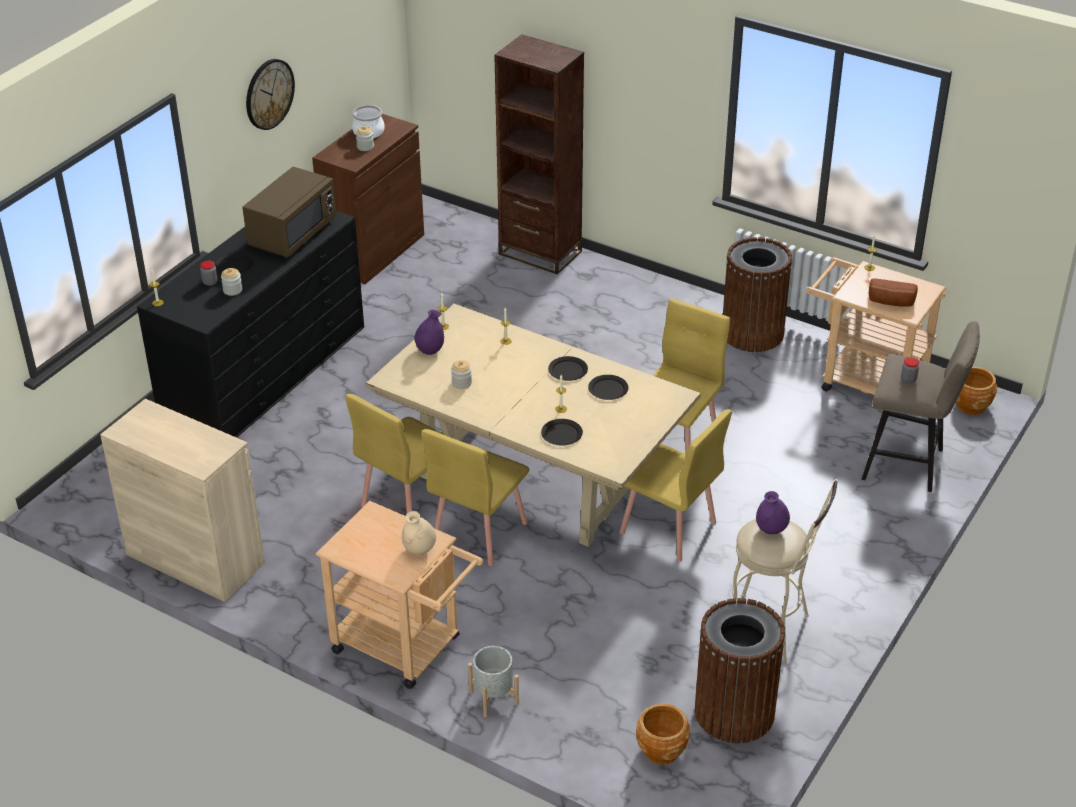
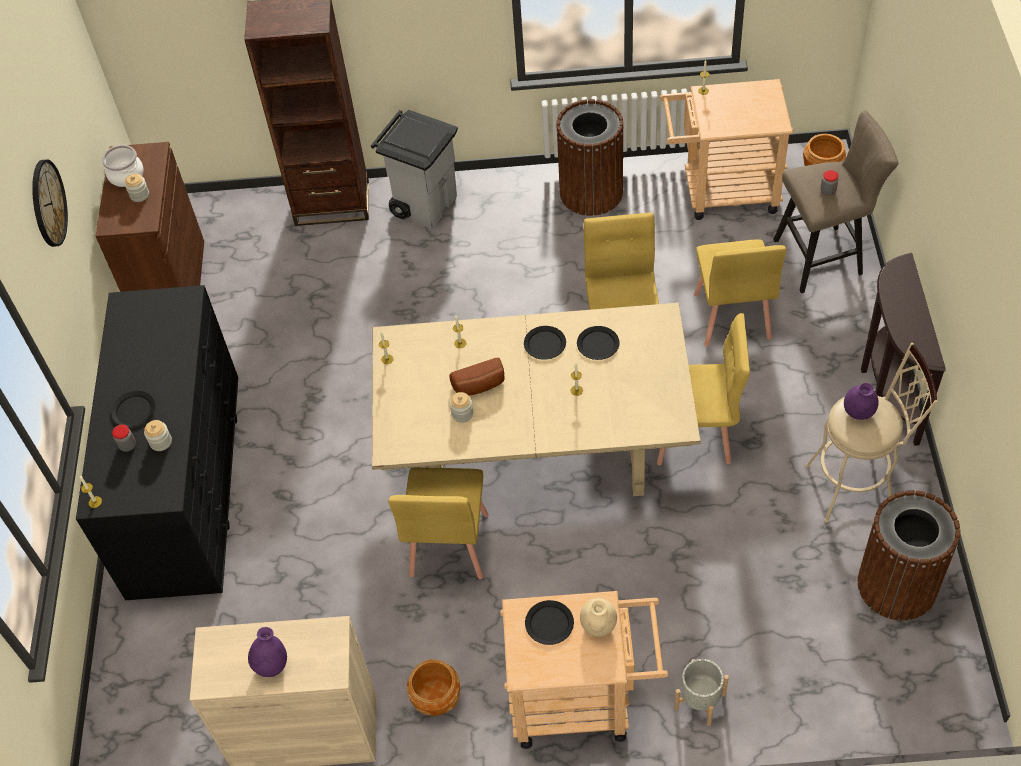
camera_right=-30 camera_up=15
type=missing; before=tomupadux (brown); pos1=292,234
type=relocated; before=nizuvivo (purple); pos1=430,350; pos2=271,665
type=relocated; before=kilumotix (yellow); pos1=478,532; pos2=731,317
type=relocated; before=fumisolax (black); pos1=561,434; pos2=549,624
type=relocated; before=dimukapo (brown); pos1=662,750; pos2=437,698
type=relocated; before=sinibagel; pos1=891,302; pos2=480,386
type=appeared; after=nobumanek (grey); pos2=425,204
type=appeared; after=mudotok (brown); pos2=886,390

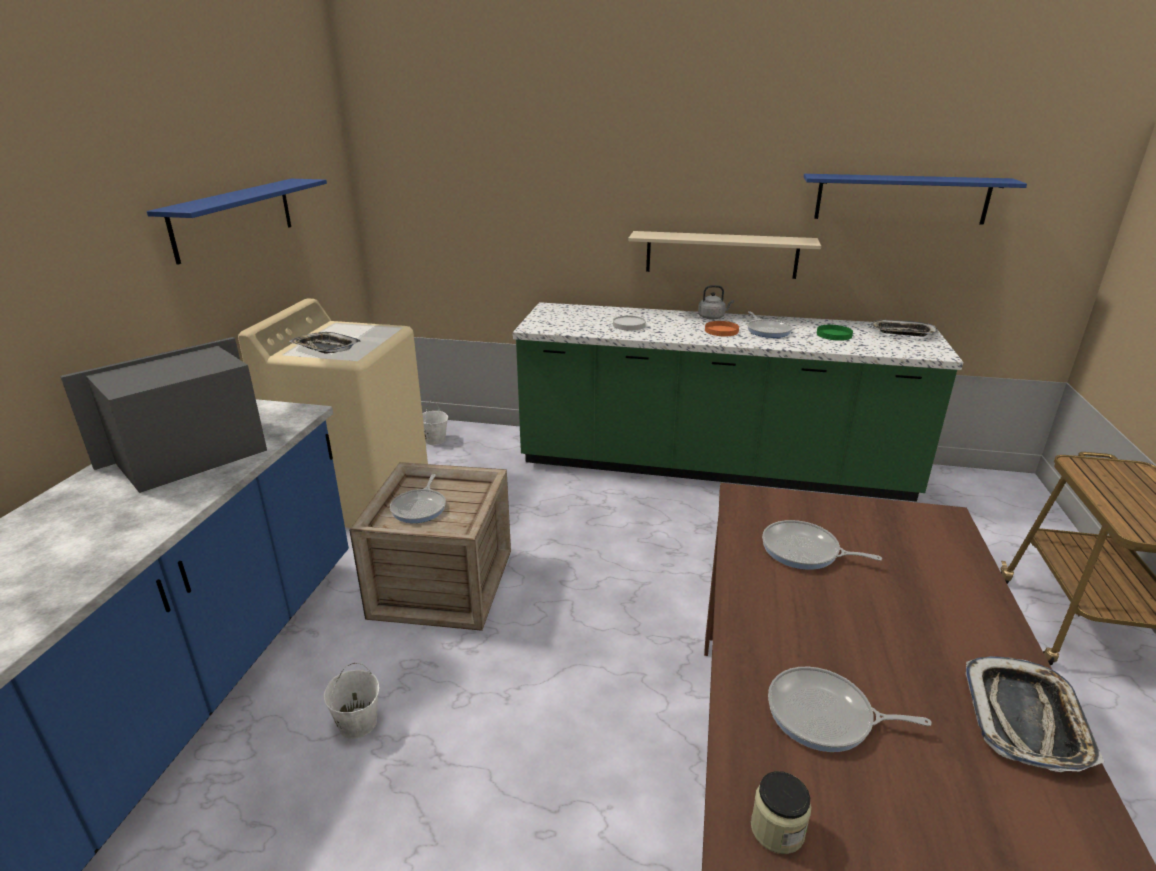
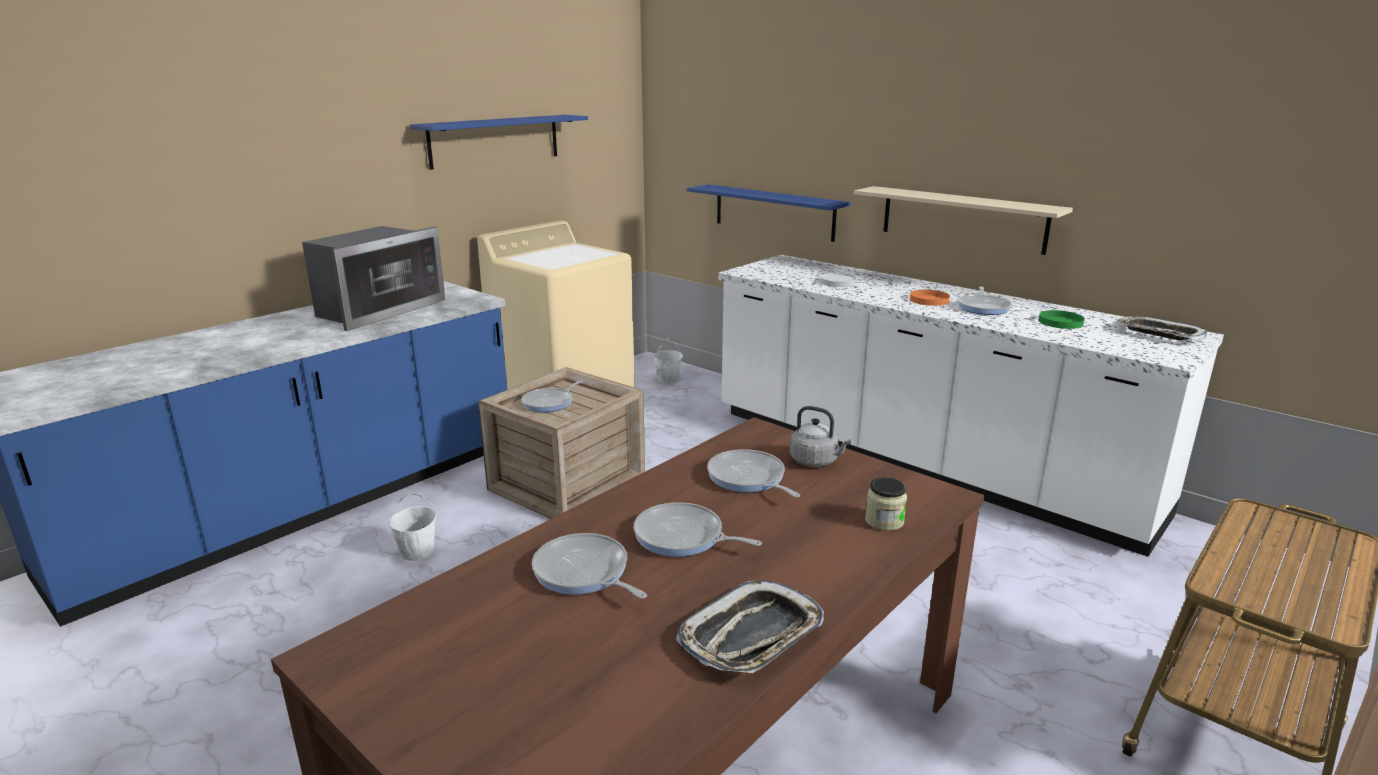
camera_right=30 camera_up=-5
type=spun; before=tomupadux; pos1=191,455; pos2=377,309; turn=135
type=missing; before=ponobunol; pos1=325,348
type=colour; before=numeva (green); after=numeva (white); pos1=712,467; pos2=920,462
type=relocated; before=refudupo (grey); pos1=712,317; pos2=816,461
type=relocated; before=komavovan; pos1=777,829; pos2=884,521
type=relocated; before=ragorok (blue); pos1=901,198; pos2=773,212
type=appeared; after=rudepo; pos2=683,537

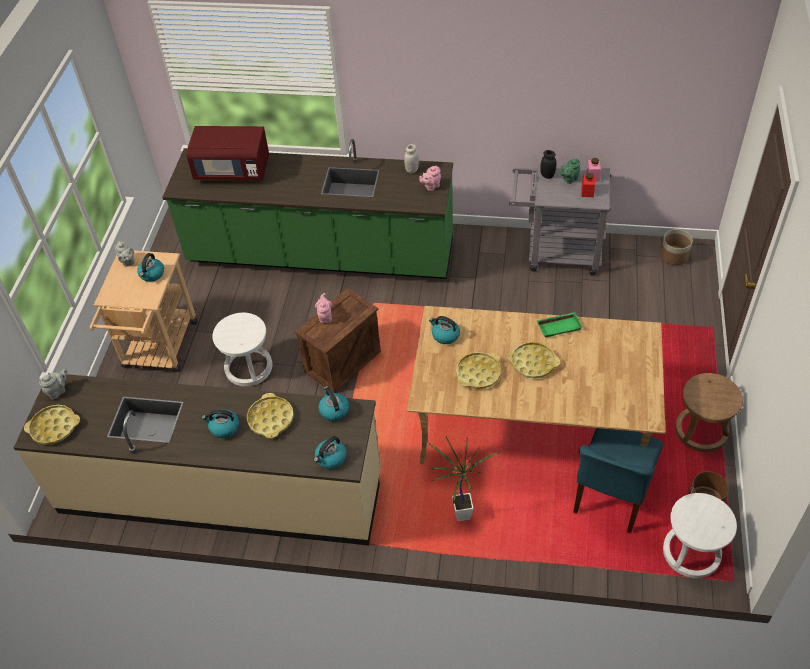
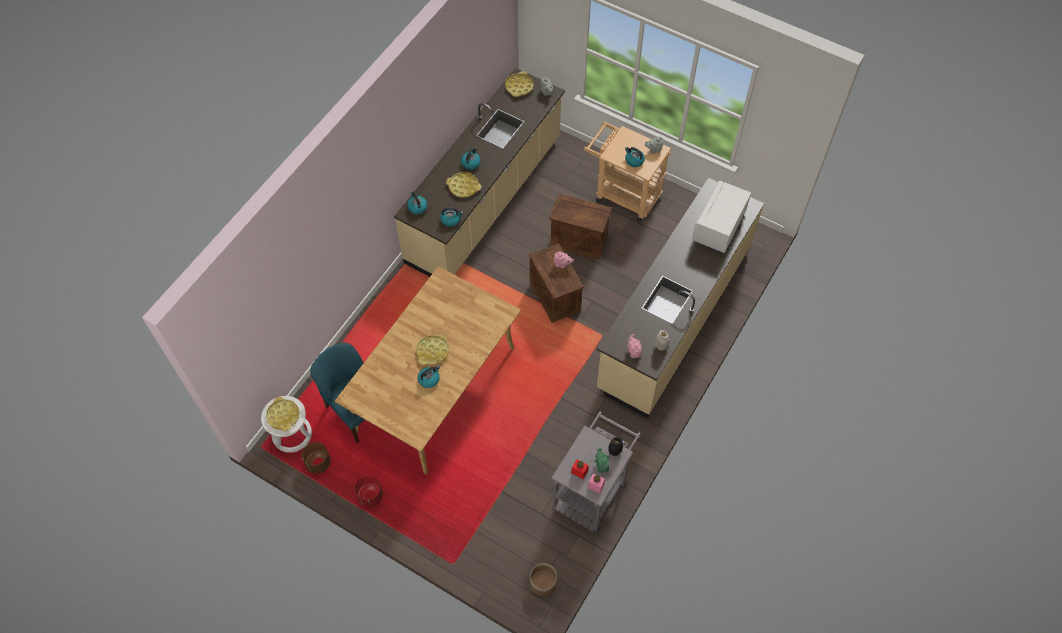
camera_right=110 camera_up=10
type=colour; before=numeva (green); after=numeva (beige); pos1=320,254; pos2=673,318
type=colour; before=tomupadux (red); after=tomupadux (white); pos1=233,170; pos2=719,227
type=exchanged; before=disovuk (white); after=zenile; pos1=248,367; pos2=579,240
type=missing; before=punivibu; pos1=461,518
type=relocated; before=refudupo; pos1=445,335; pos2=429,379
type=relocated; before=ponobunol (yellow); pos1=478,373; pos2=283,415
type=missing; before=ponobunol (green); pos1=559,326
type=exchanged; before=disovuk (brown); after=dimukapo (red); pos1=701,431; pos2=370,496

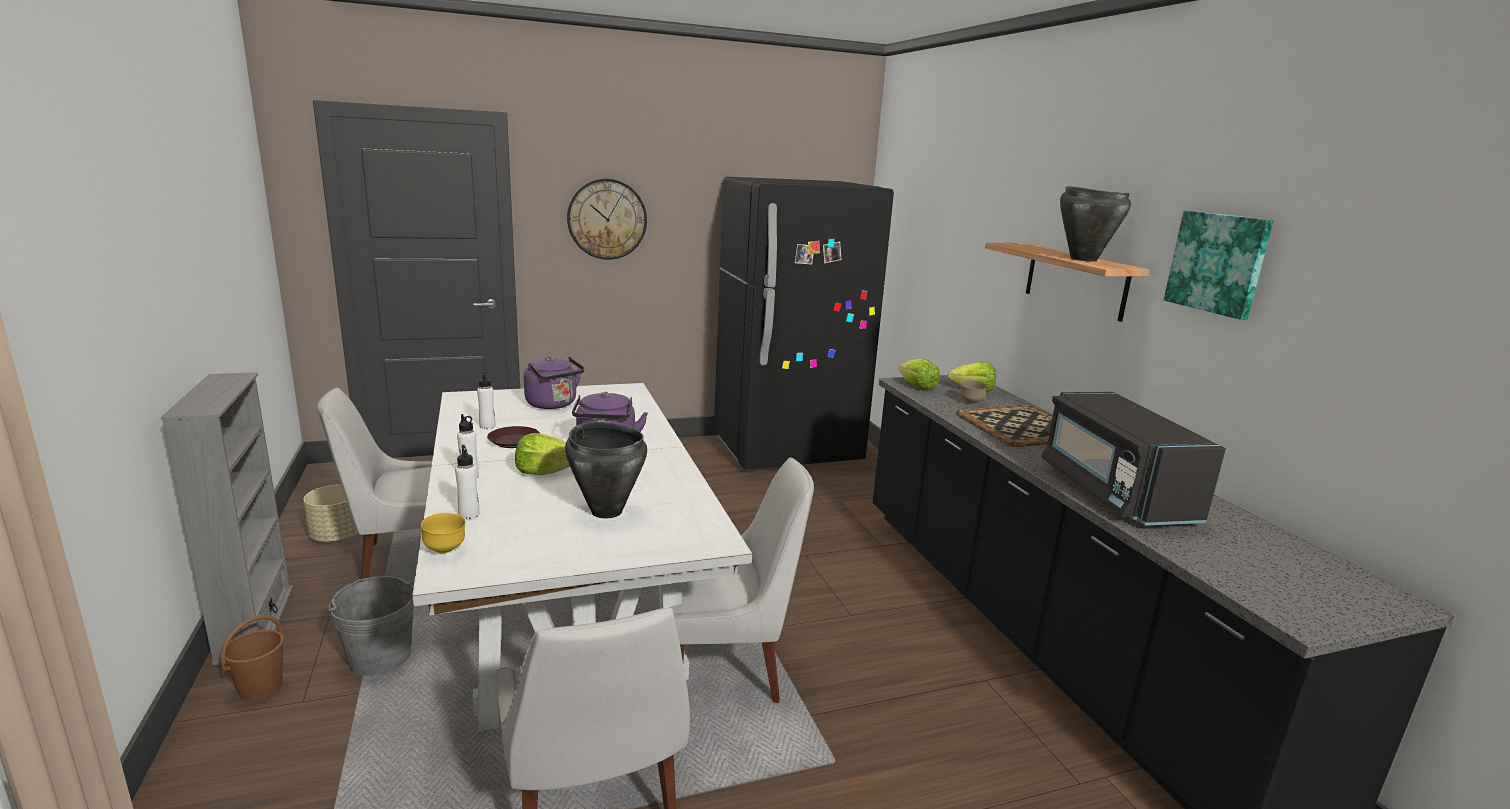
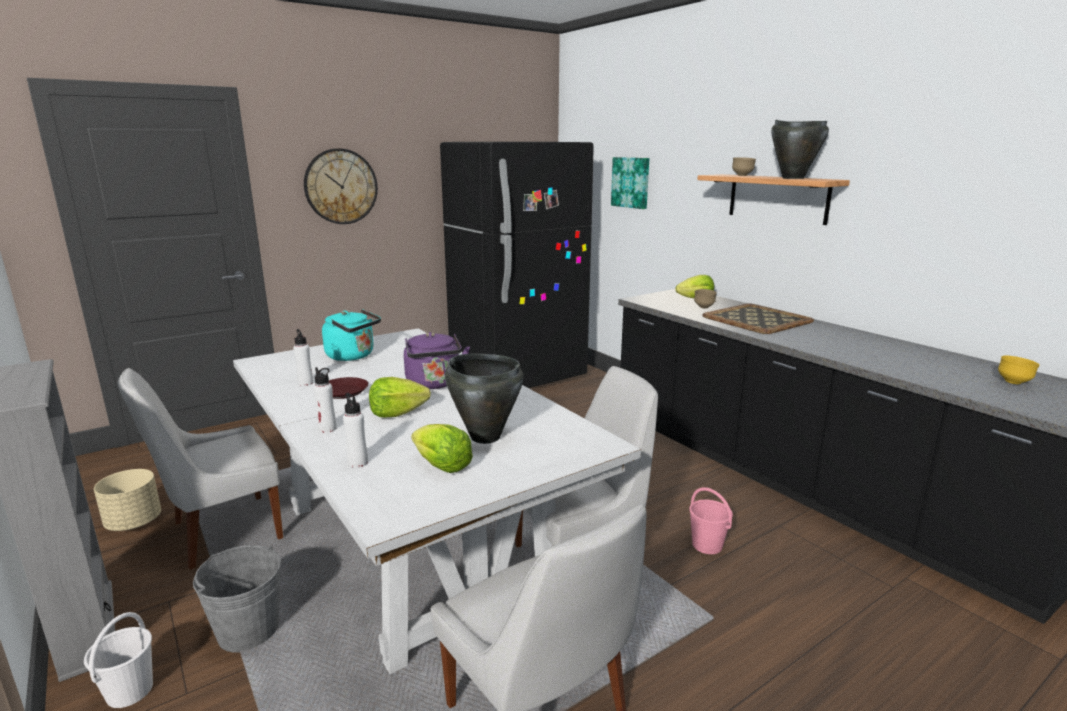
camera_right=-15 camera_up=0
type=colour; before=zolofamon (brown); after=zolofamon (white); pos1=260,688; pos2=129,692
type=relocated; before=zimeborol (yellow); pos1=445,550; pos2=1014,382
type=colour; before=refudupo (purple); after=refudupo (turquoise); pos1=553,404; pos2=353,356
type=relocated; before=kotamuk; pos1=917,387; pos2=442,466
type=missing; before=tomupadux (black); pos1=1113,492
type=relocated; before=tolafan; pos1=1218,263; pos2=631,182
type=appeared; after=zolofamon (pink); pos2=707,545
type=appeared; after=zimeborol (brown); pos2=742,175

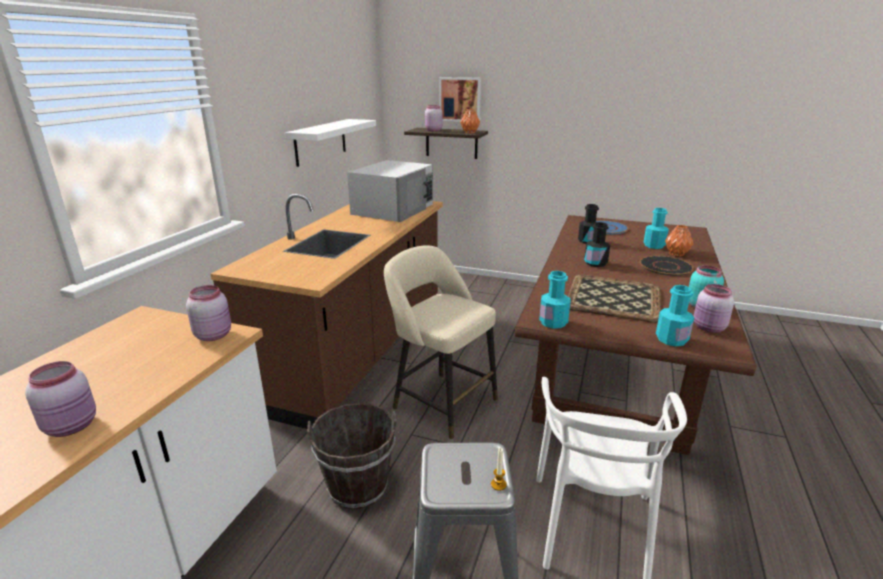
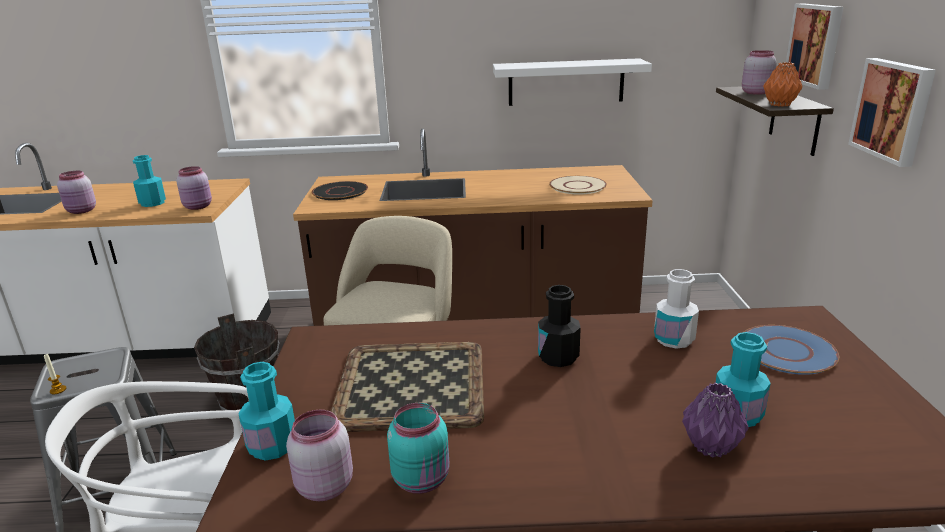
camera_right=70 camera_up=0
type=exchanged; before=tomupadux (white); after=fumisolax (beige); pos1=394,209; pos2=578,186
type=relocated; before=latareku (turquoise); pos1=553,322; pos2=152,203
type=colour; before=latareku (black); after=latareku (white); pos1=587,241; pos2=674,339
type=relocated; before=fumisolax (black); pos1=665,267; pos2=340,192
type=colour; before=nizuvivo (orange); after=nizuvivo (purple); pos1=676,254; pos2=710,446
type=appeared; after=tolafan; pos2=893,110

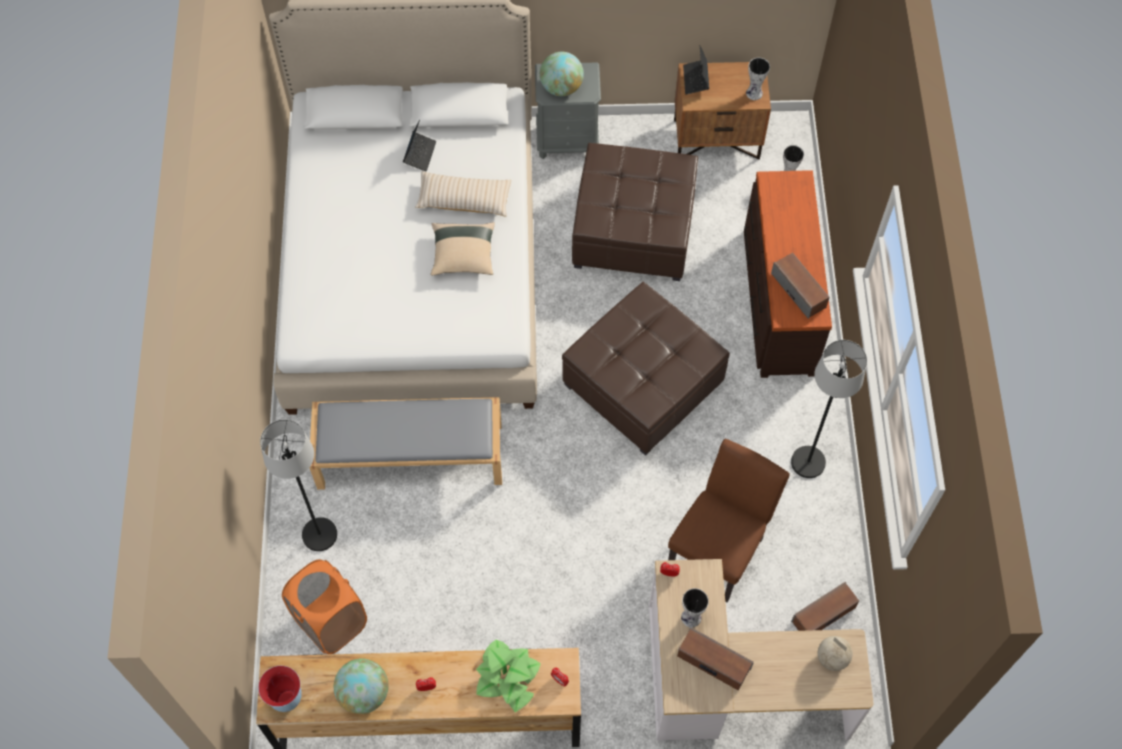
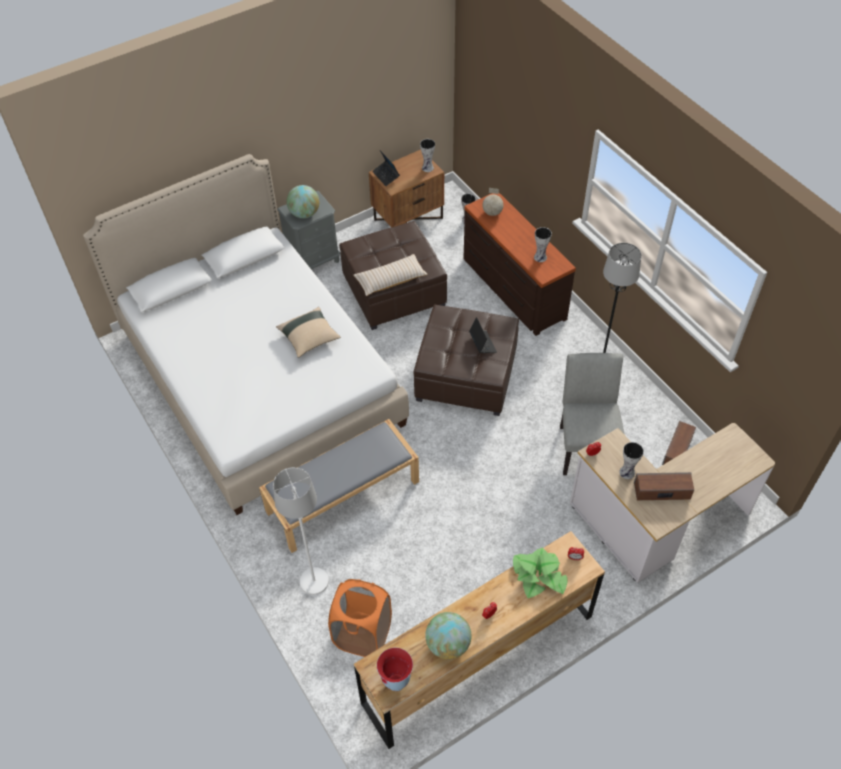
camera_right=-30 camera_up=-10
type=colour; before=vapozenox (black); after=vapozenox (white); pos1=319,534; pos2=313,581
type=relocated; before=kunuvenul; pos1=420,154; pos2=482,343
type=relocated; before=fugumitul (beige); pos1=464,200; pos2=390,280
type=colour; before=kilumotix (brown); after=kilumotix (grey); pos1=720,547; pos2=586,445
type=exchanged; before=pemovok; after=nizuvivo; pos1=799,290; pos2=541,257
type=relocated; before=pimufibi; pos1=832,657; pos2=492,212

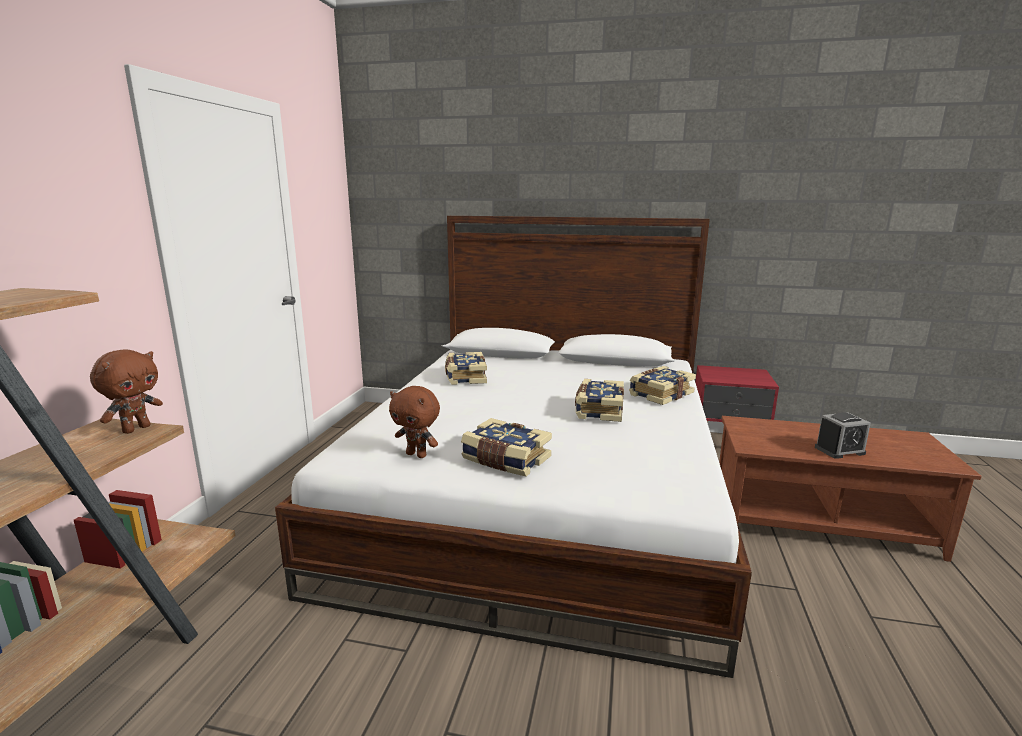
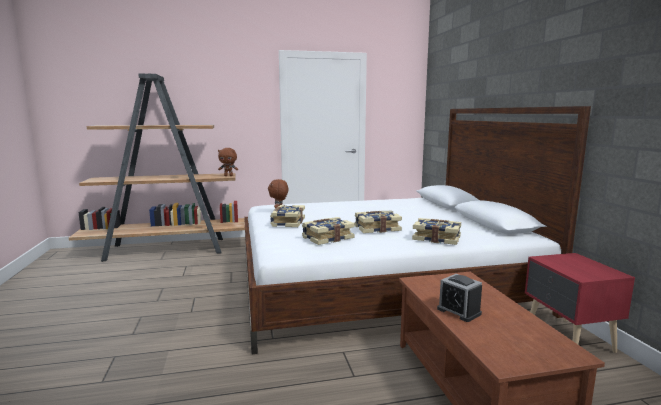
camera_right=65 camera_up=-5
type=relocated; before=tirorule; pos1=465,377; pos2=327,238

